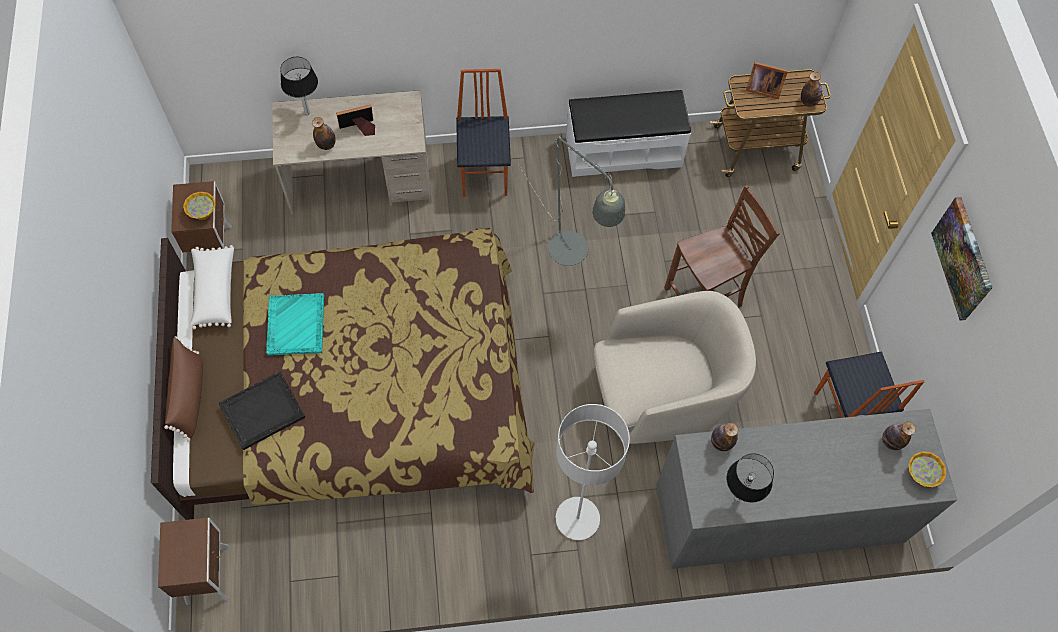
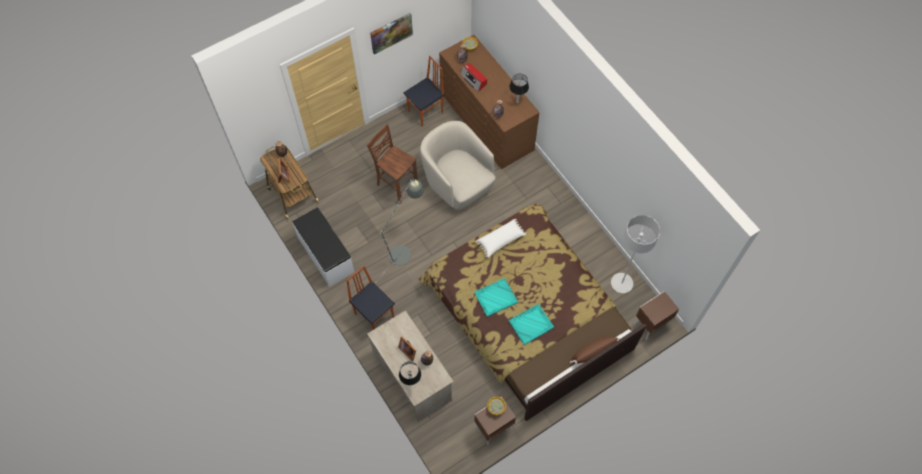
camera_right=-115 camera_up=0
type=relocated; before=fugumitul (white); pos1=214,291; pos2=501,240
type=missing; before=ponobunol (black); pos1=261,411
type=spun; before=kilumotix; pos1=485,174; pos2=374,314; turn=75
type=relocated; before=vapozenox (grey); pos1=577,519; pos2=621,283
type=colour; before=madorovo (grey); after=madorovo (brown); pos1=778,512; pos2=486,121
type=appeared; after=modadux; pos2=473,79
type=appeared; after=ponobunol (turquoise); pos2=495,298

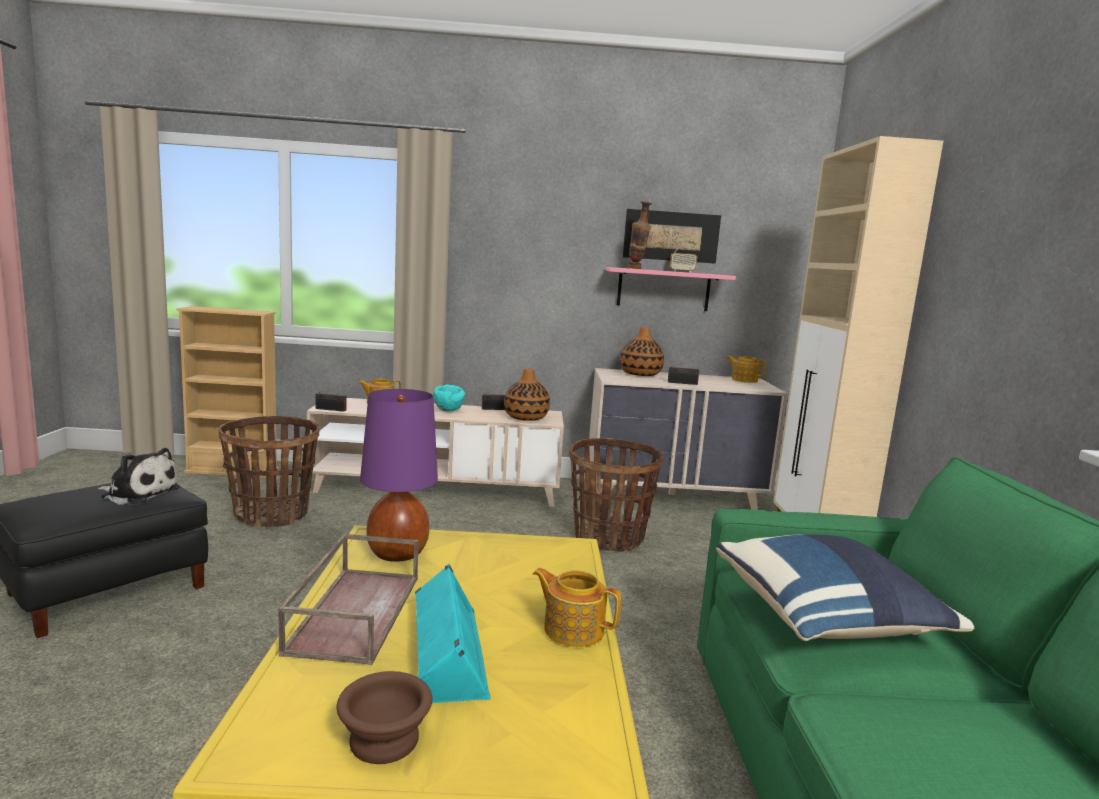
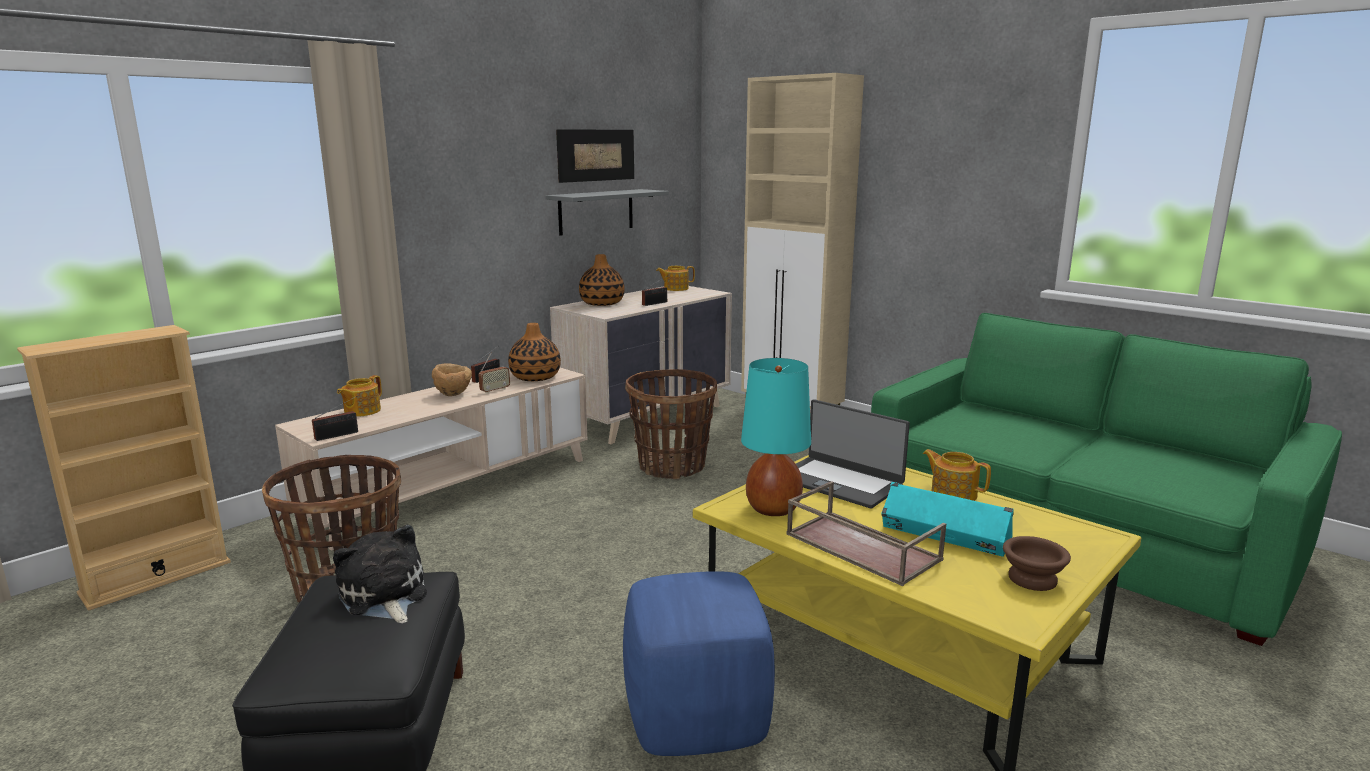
camera_right=-45 camera_up=5
type=spun; before=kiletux; pos1=138,493; pos2=384,596; turn=-90
type=colour; before=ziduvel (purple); after=ziduvel (turquoise); pos1=396,553; pos2=772,509
type=colour; before=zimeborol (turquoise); after=zimeborol (brown); pos1=448,411; pos2=453,394
type=spun; before=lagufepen; pos1=572,629; pos2=953,493; turn=60
type=colour; before=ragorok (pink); after=ragorok (grey); pos1=663,289; pos2=596,211
type=missing; before=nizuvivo; pos1=636,268
type=relocated; before=modadux; pos1=682,271; pos2=495,390
type=missing; before=fugumitul (blue); pos1=827,620
type=appeared; after=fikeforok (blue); pos2=695,720
type=appeared; after=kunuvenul; pos2=839,482

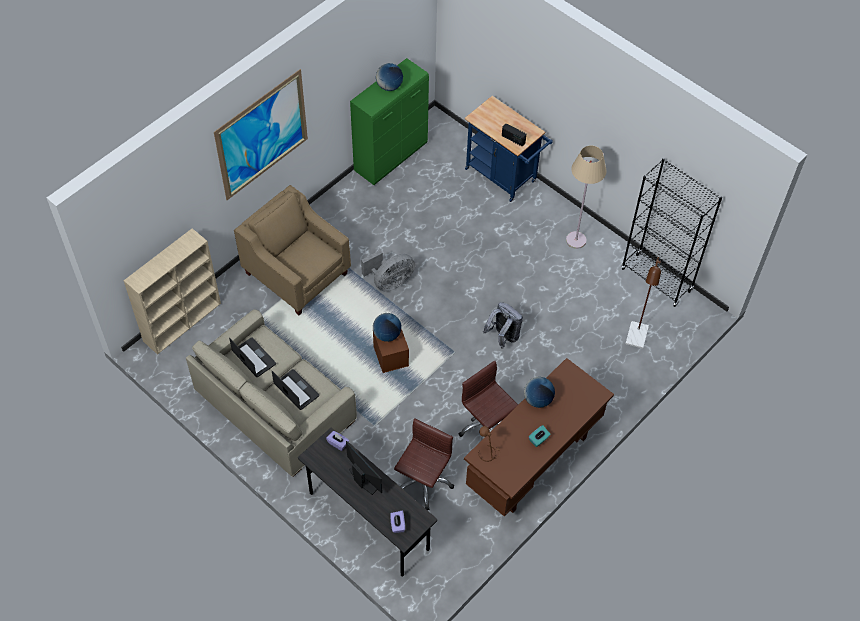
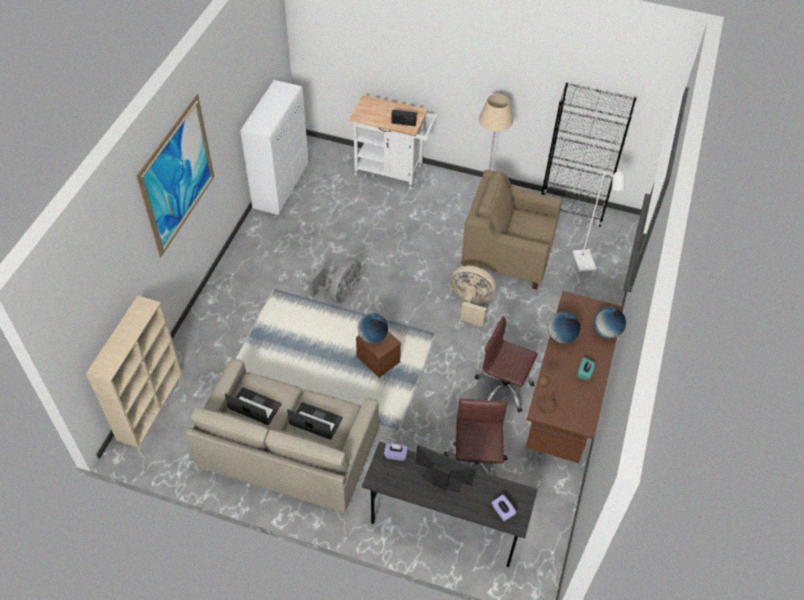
camera_right=-25 camera_up=-5
type=relocated; before=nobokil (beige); pos1=297,273; pos2=507,256
type=colour; before=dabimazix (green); after=dabimazix (white); pos1=391,157; pos2=281,186
type=relocated; before=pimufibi; pos1=389,86; pos2=606,332
type=colour; before=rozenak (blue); after=rozenak (white); pos1=504,177; pos2=393,171
type=exchanged; before=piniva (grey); after=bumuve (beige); pos1=503,337; pos2=471,304
type=colour; before=vapozenox (brown); after=vapozenox (white); pos1=635,340; pos2=585,265

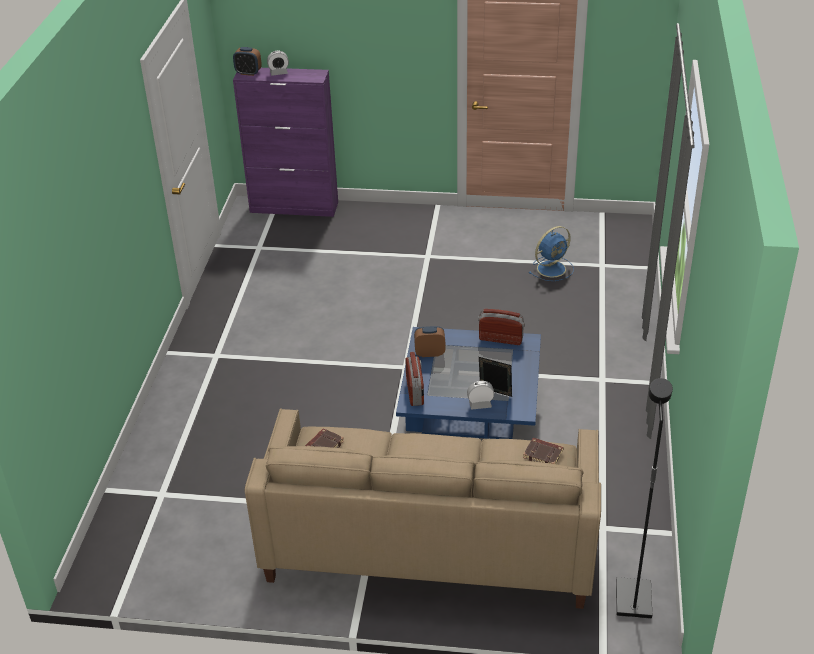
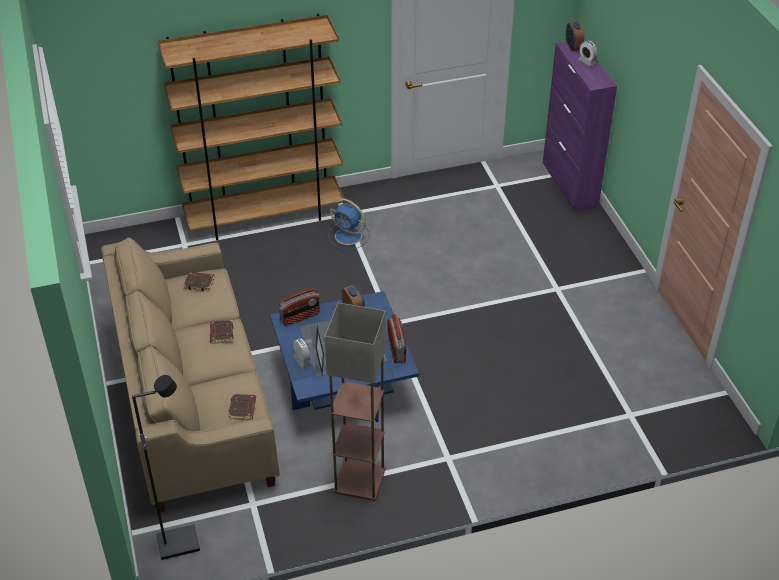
camera_right=65 camera_up=5
type=relocated; before=bumuve (blue); pos1=552,268; pos2=349,236
type=appeared; after=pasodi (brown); pos2=265,216
type=appeared; after=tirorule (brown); pos2=221,333
type=appeared; after=vapozenox; pos2=358,481

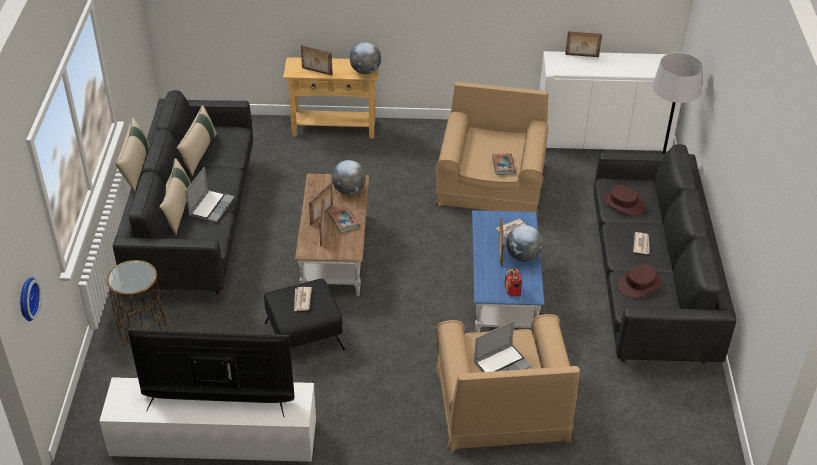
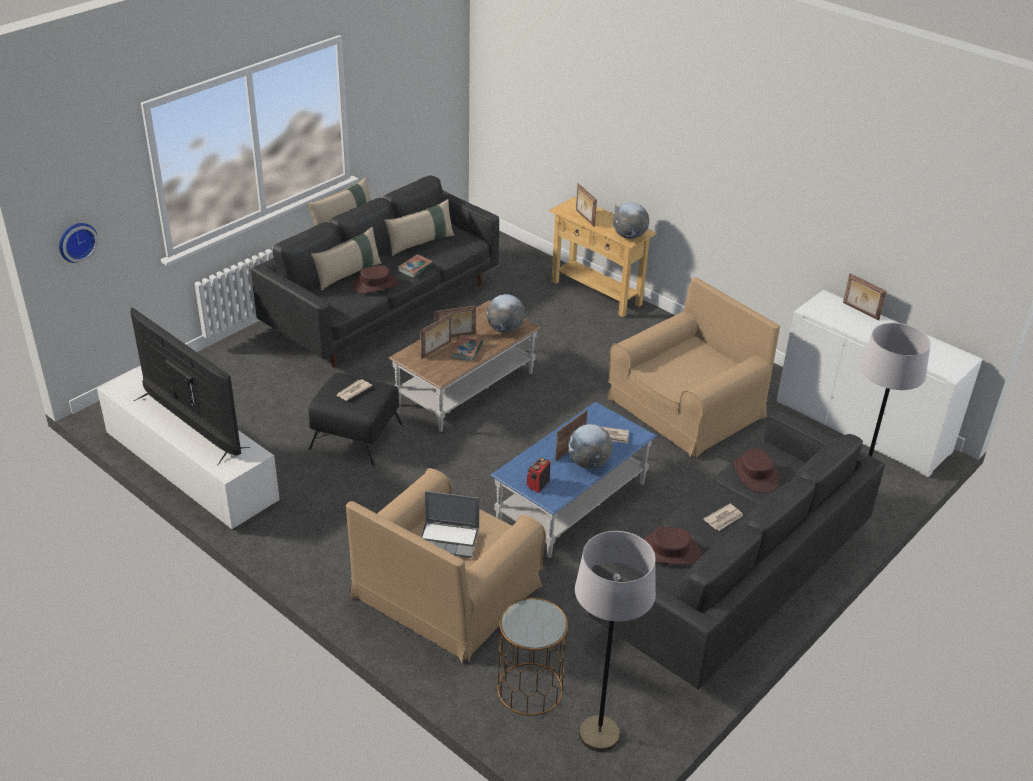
camera_right=40 camera_up=-5
type=relocated; before=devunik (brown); pos1=142,327; pos2=530,688
type=exchanged; before=kunuvenul; after=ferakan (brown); pos1=211,206; pos2=375,285
type=relocated; before=tirorule; pos1=503,165; pos2=415,268
type=appeared; after=vapozenox (grey); pos2=599,734

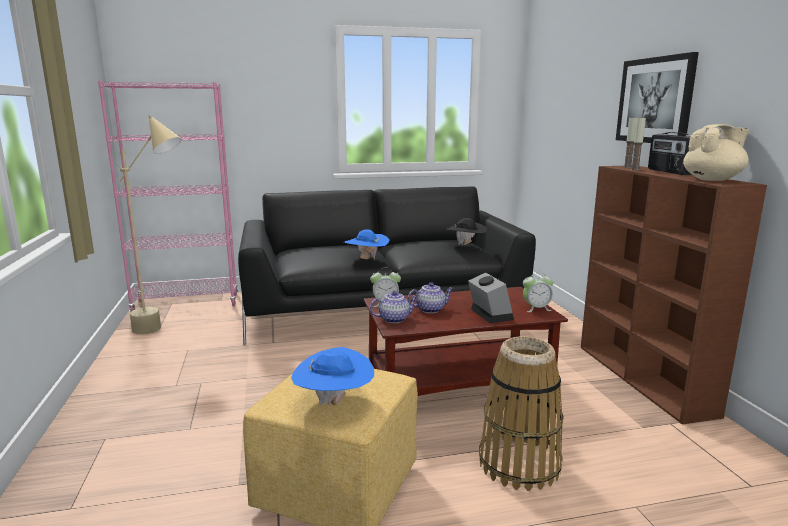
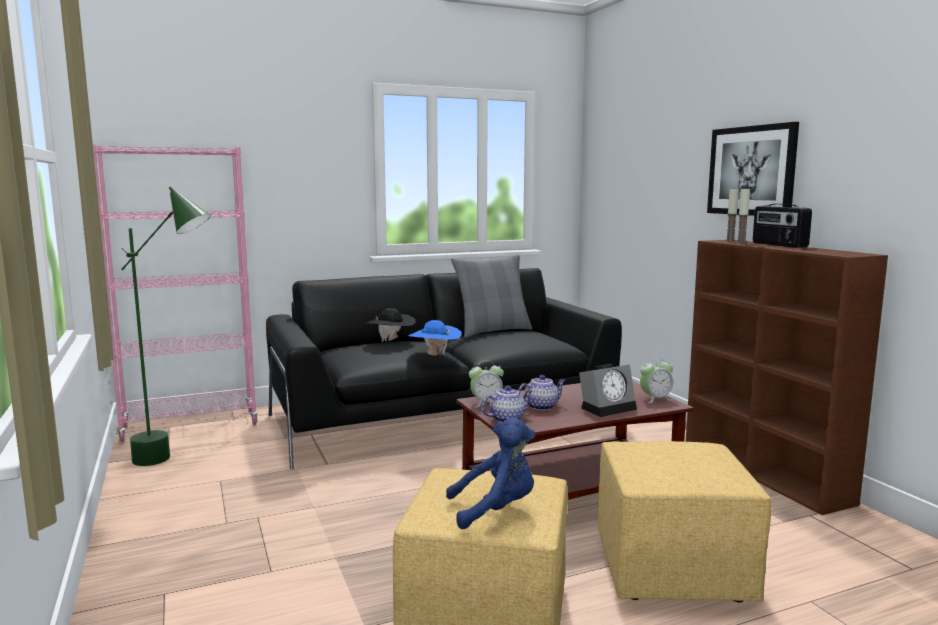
camera_right=-10 camera_up=-5
type=colour; before=vapozenox (beige); after=vapozenox (green); pos1=165,331; pos2=179,460
type=exchanged; before=ferakan (blue); after=kiletux (blue); pos1=334,402; pos2=496,510
type=relocated; before=ferakan (black); pos1=466,245; pos2=391,342
type=spun; before=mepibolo; pos1=488,314; pos2=608,407; turn=90
type=exchanged; before=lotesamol; after=fikeforok (yellow); pos1=519,464; pos2=674,572
type=missing; before=lagufepen (beige); pos1=713,180
type=appeared; after=fugumitul (grey); pos2=493,331

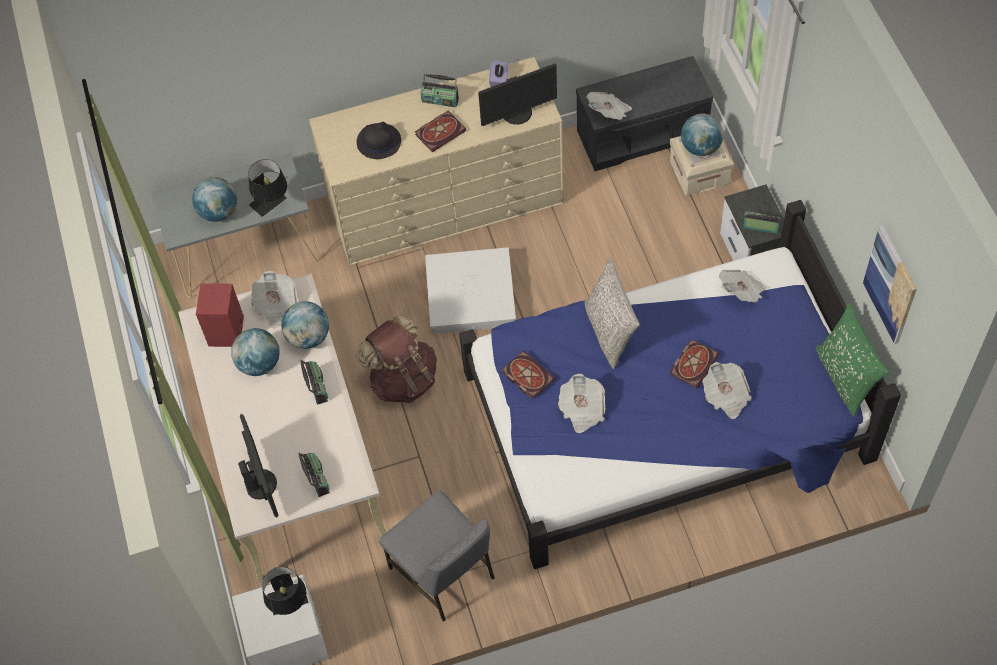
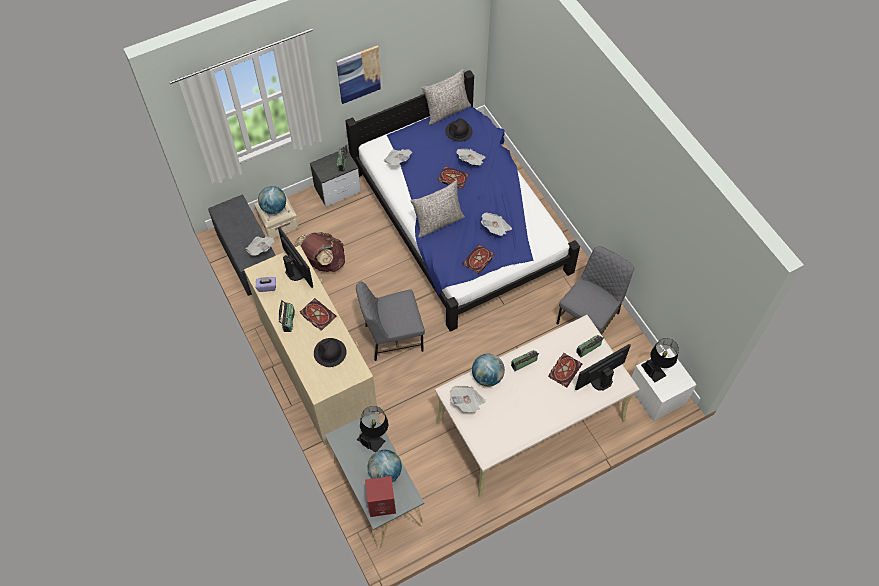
camera_right=-105 camera_up=0
type=relocated; before=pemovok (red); pos1=227,332; pos2=382,503
type=missing; before=pimufibi; pos1=259,363
type=relocated; before=piniva (brown); pos1=403,379; pos2=323,262
type=exchanged; before=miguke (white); after=kilumotix (grey); pos1=471,296; pos2=392,337
type=colour; before=fugumitul (green); after=fugumitul (grey); pos1=845,378; pos2=446,111
type=relocated; before=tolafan; pos1=890,285; pos2=359,74
type=appeared; after=ferakan (black); pos2=458,131
type=appeared; after=tirorule; pos2=564,369

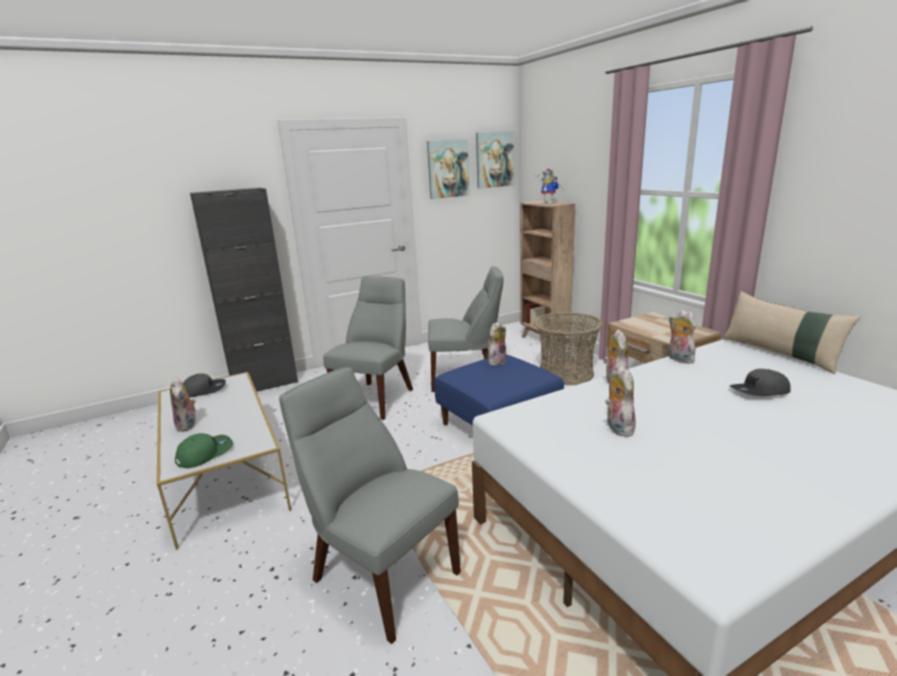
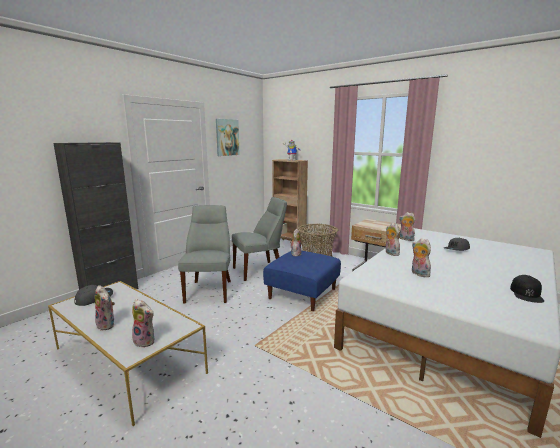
camera_right=-25 camera_up=-5
type=exchanged; before=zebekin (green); after=kiletux; pos1=205,453; pos2=146,341
type=missing; before=kilumotix (grey); pos1=380,574
type=missing; before=tolafan; pos1=494,159
type=missing; before=fugumitul (beige); pos1=780,353
type=appeared; after=zebekin (black); pos2=526,293

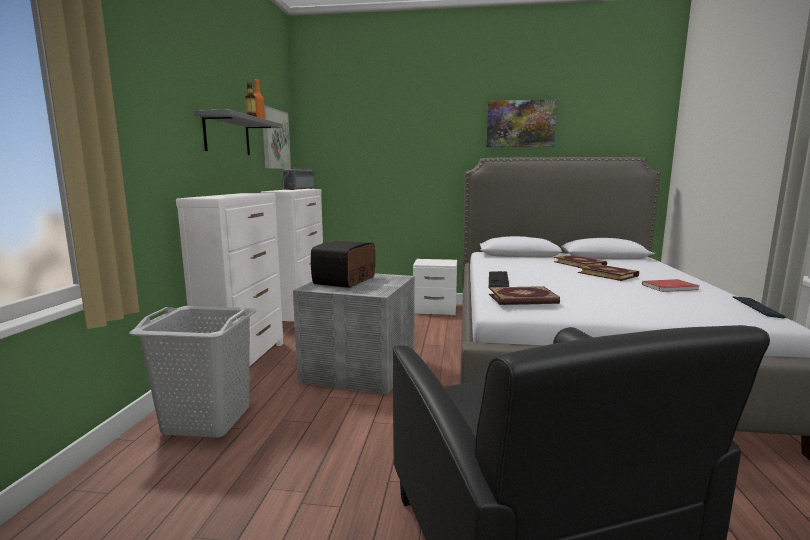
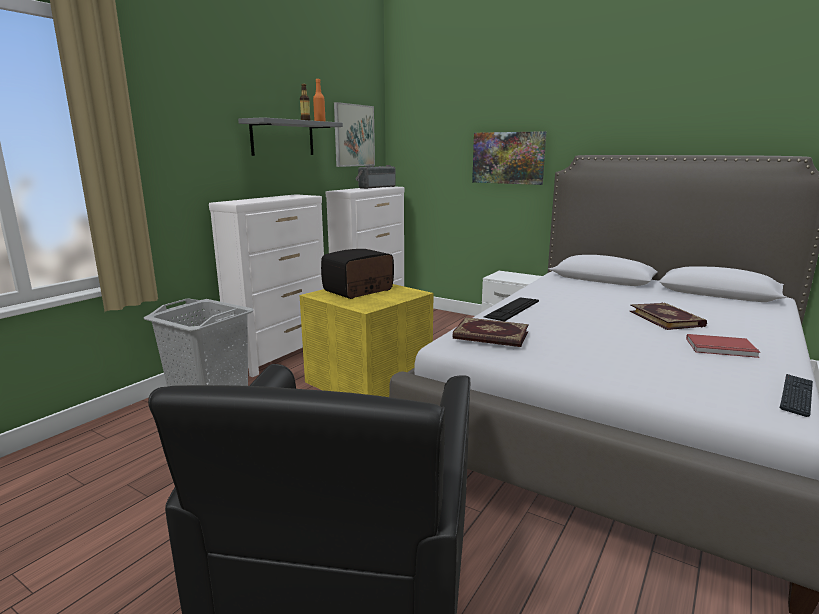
camera_right=25 camera_up=5
type=colour; before=miguke (grey); after=miguke (yellow); pos1=360,369; pos2=369,381
type=relocated; before=tolafan; pos1=520,124; pos2=508,158
type=missing; before=tirorule; pos1=580,264

